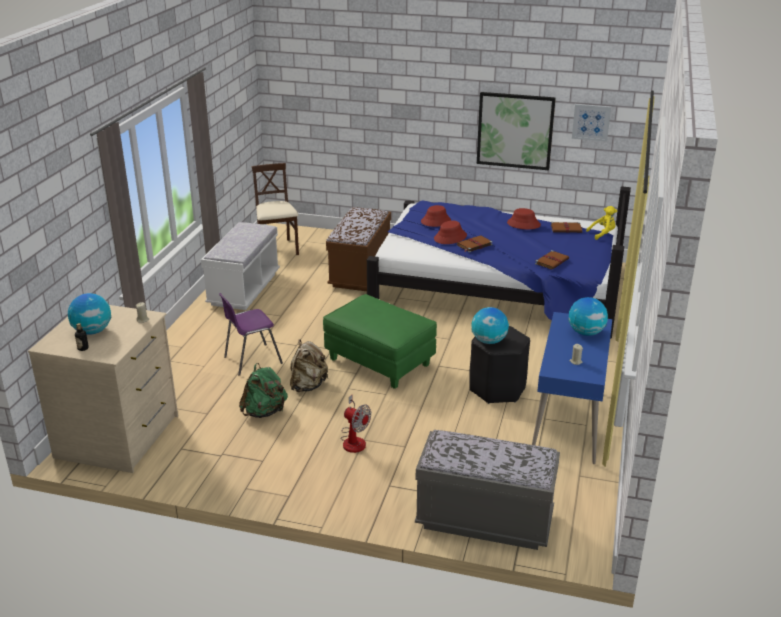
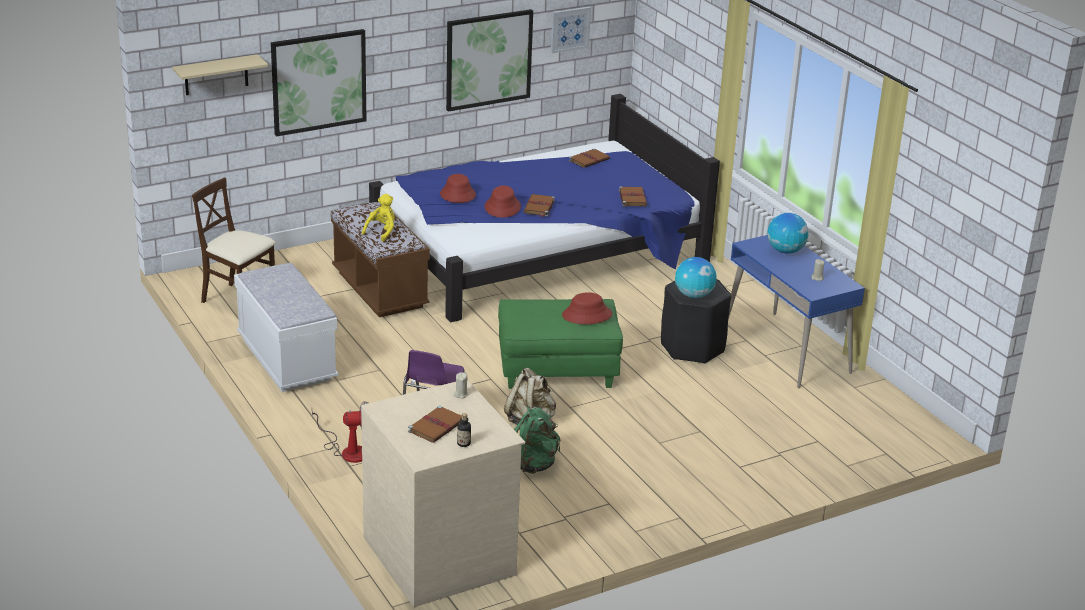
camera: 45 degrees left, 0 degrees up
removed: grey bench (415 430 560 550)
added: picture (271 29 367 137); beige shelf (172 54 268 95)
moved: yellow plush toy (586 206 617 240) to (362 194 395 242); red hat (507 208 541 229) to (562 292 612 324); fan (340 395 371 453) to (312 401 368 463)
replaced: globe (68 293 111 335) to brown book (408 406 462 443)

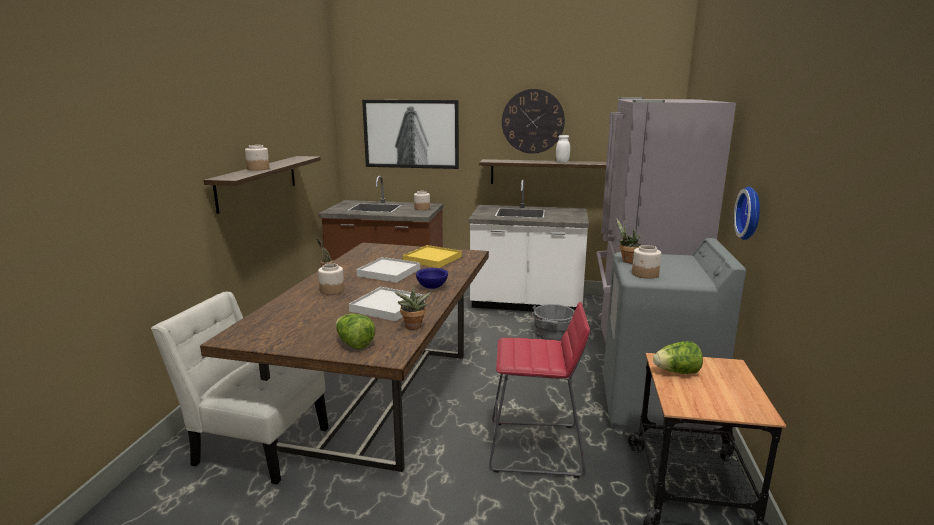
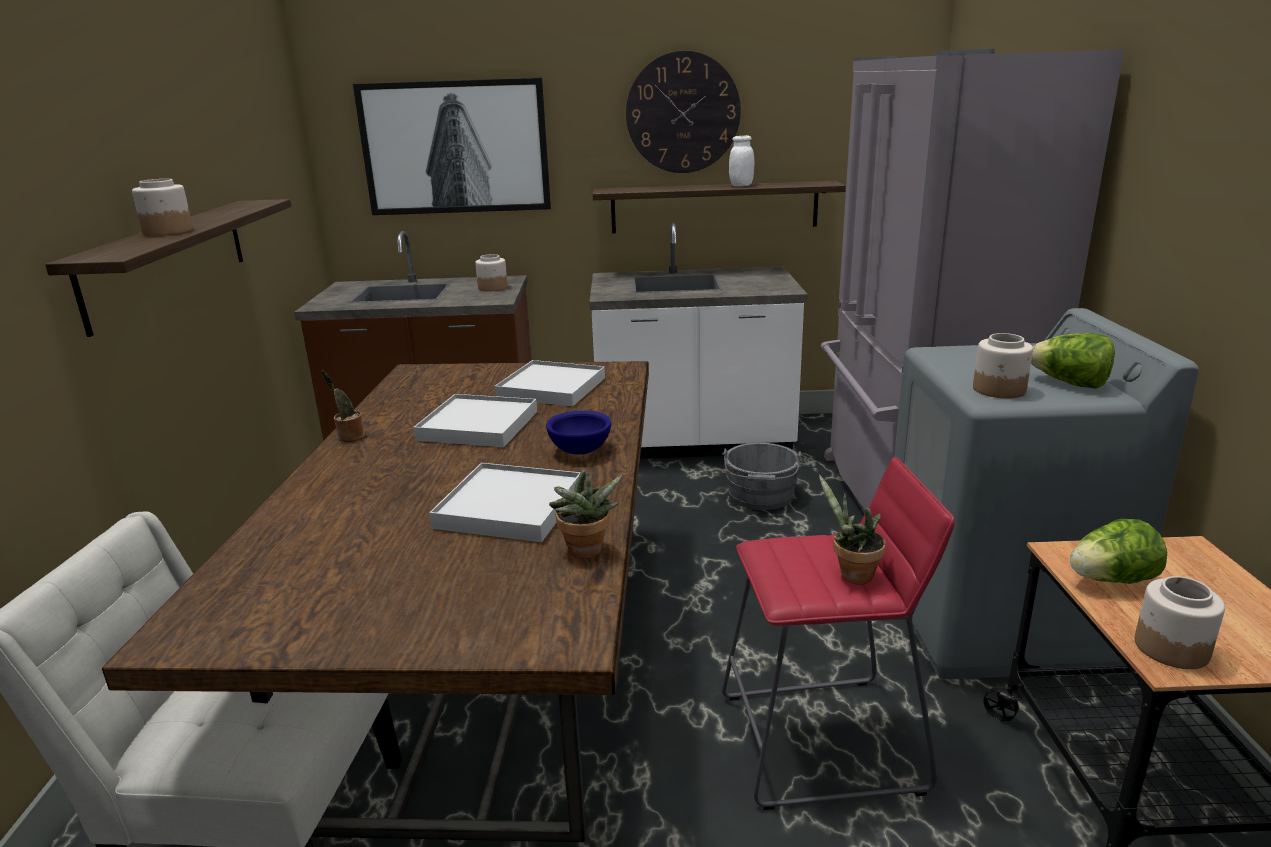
camera: 10 degrees left, 5 degrees up
removed: wall clock (734 186 760 240)
moved: potted plant (616 218 642 263) to (819 474 886 585); jar (318 263 344 295) to (1135 576 1225 669); lettuce (336 313 375 349) to (1031 333 1115 389)
recoloured: yellow tray (403 245 462 268) to white tray (495 360 605 406)

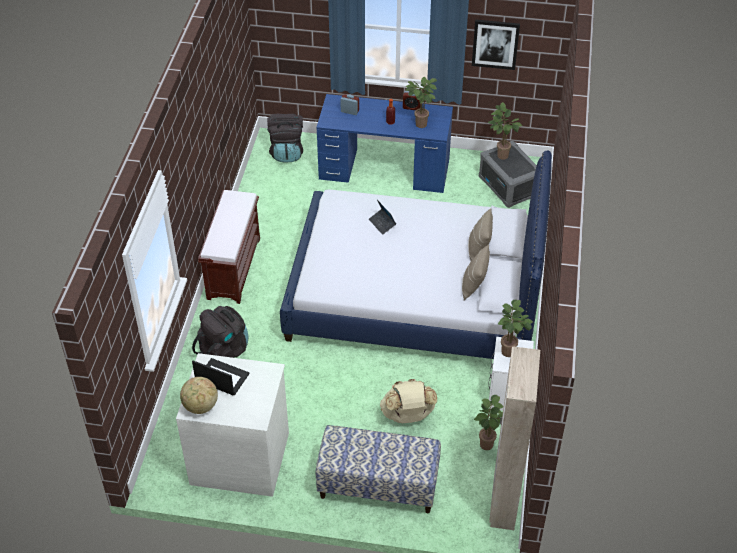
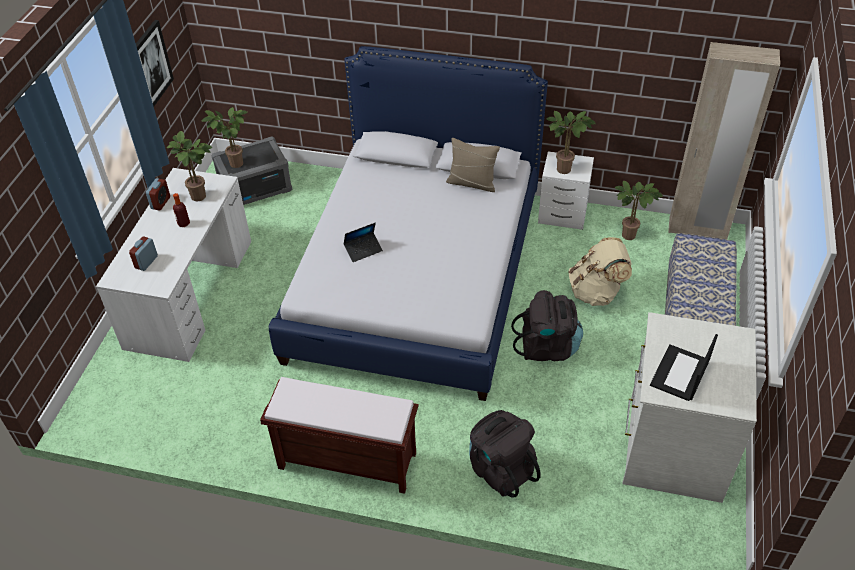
camera: 85 degrees left, 0 degrees up
removed: beige pillow (468 208 493 261); globe (180 377 218 414)
moved: black backpack (267 114 303 162) to (511 290 583 361)
recoloured: blue desk (316 94 453 193) to white desk (96 168 251 362)

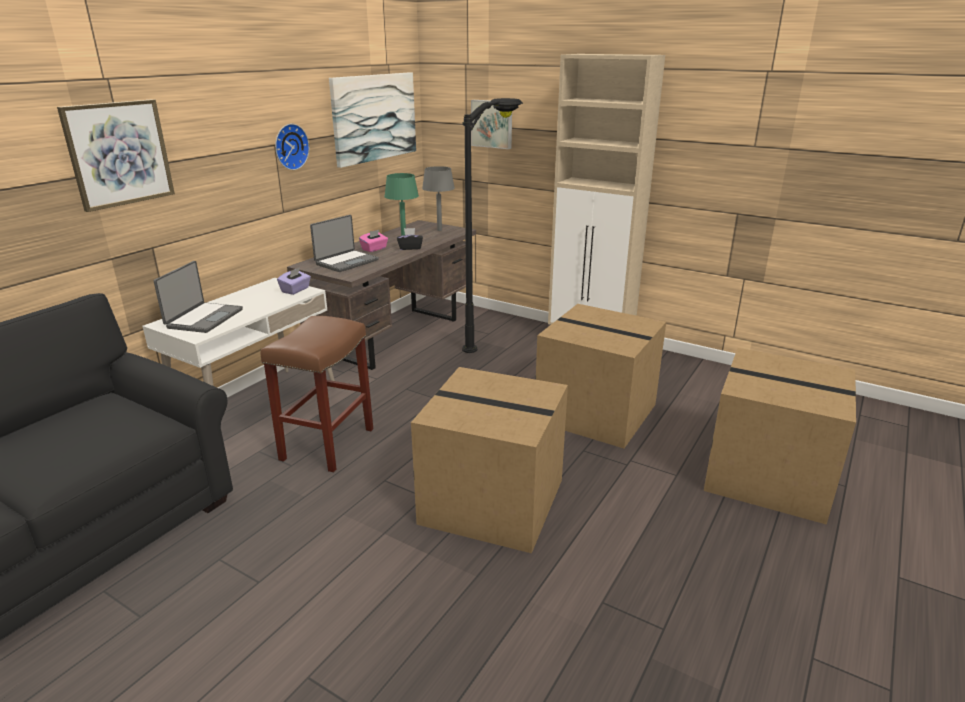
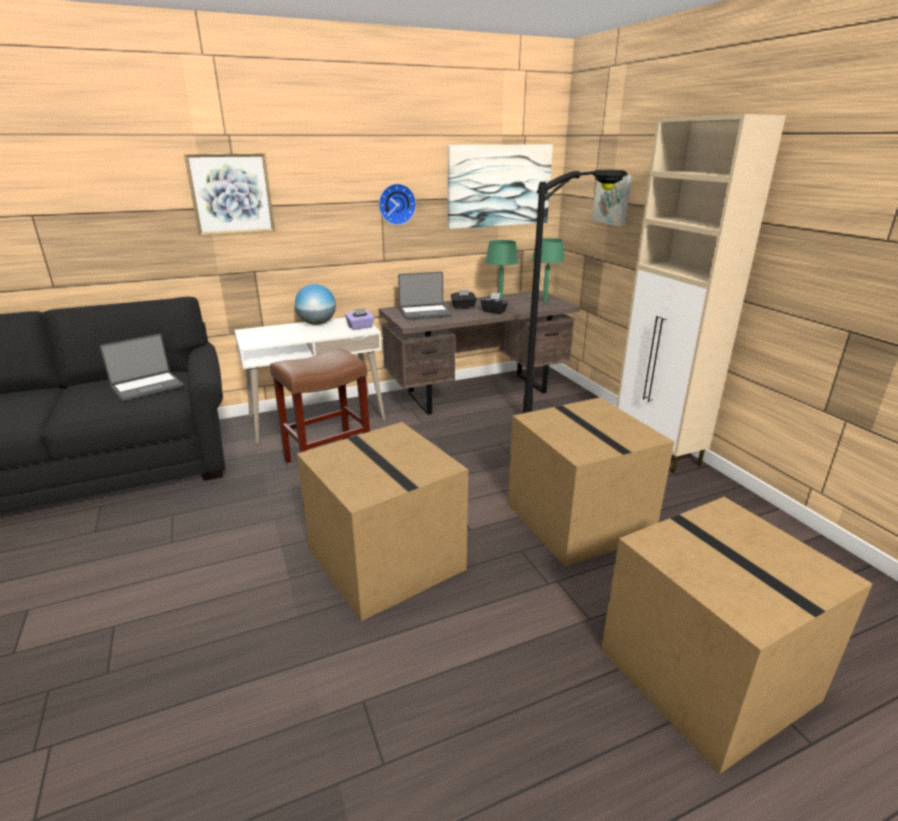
camera: 35 degrees right, 0 degrees up
added: globe (295 284 336 325)
moved: laptop (154 261 243 333) to (100 334 183 402)
recoloured: grey table lamp (422 166 455 231) to green table lamp (532 238 565 302); pink tissue box (359 230 388 252) to black tissue box (451 290 477 309)

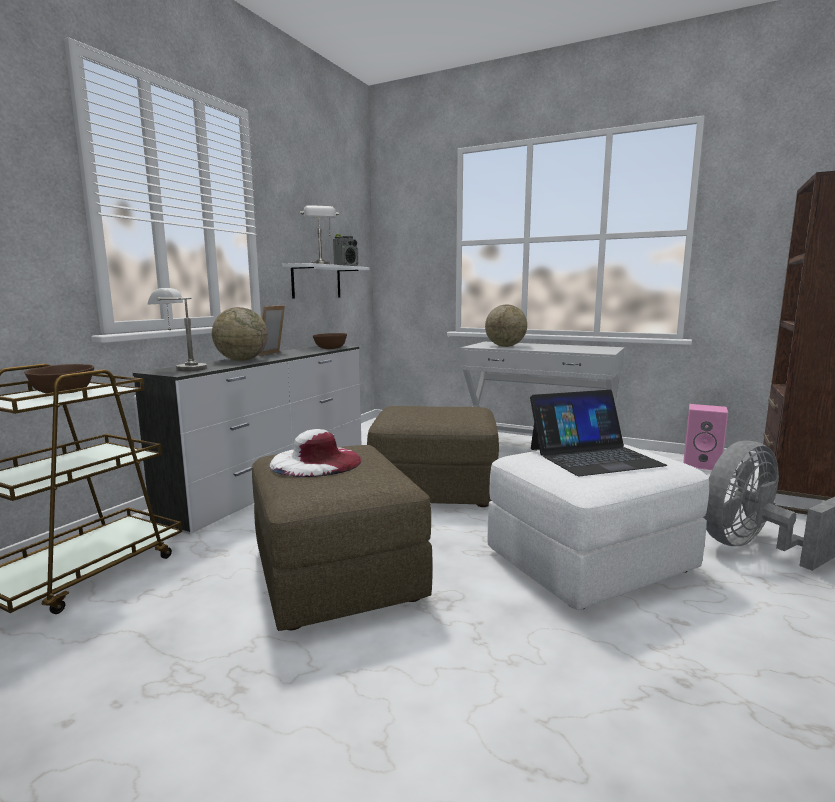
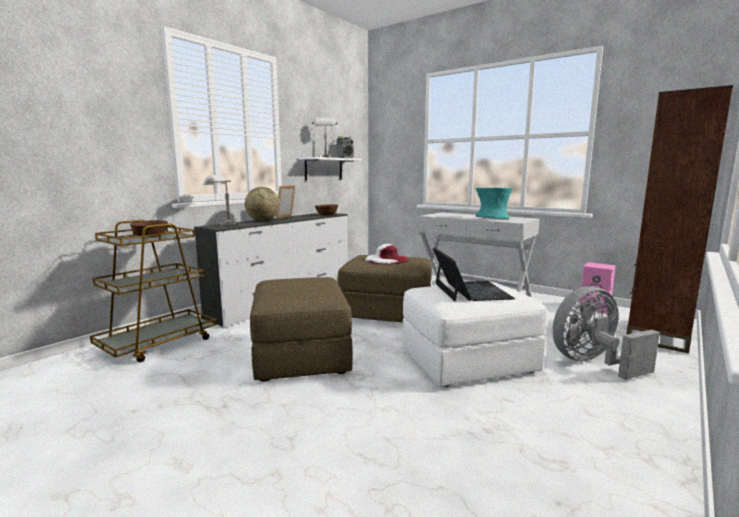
camera: 10 degrees right, 0 degrees up
removed: globe (485 305 527 347)
added: turquoise vase (475 188 512 219)
moved: white hat (270 429 362 477) to (365 244 409 264)
turned: laptop (530 390 667 476) = (433 248 515 301) 90 degrees counterclockwise

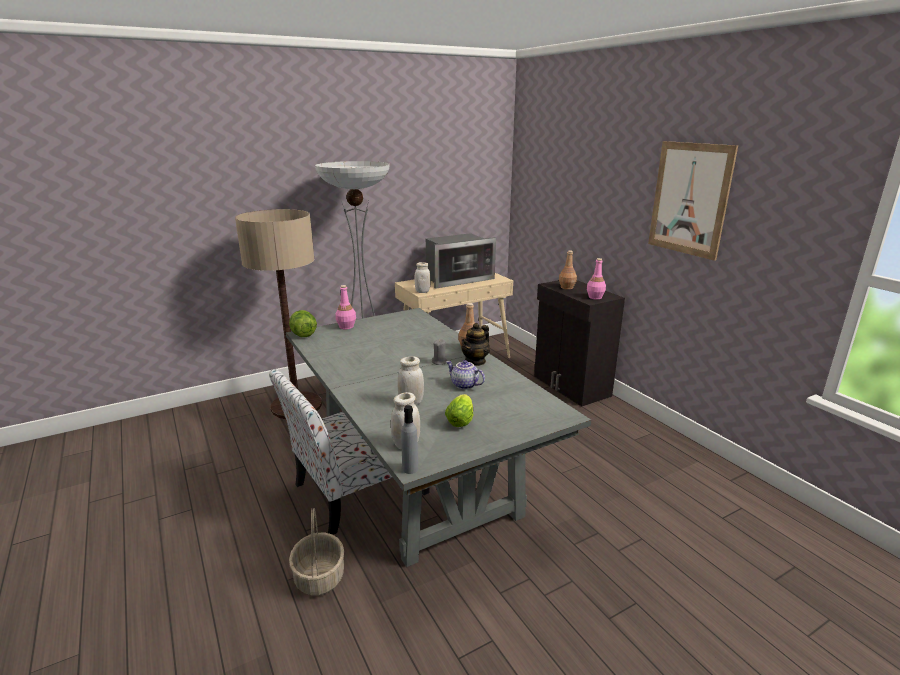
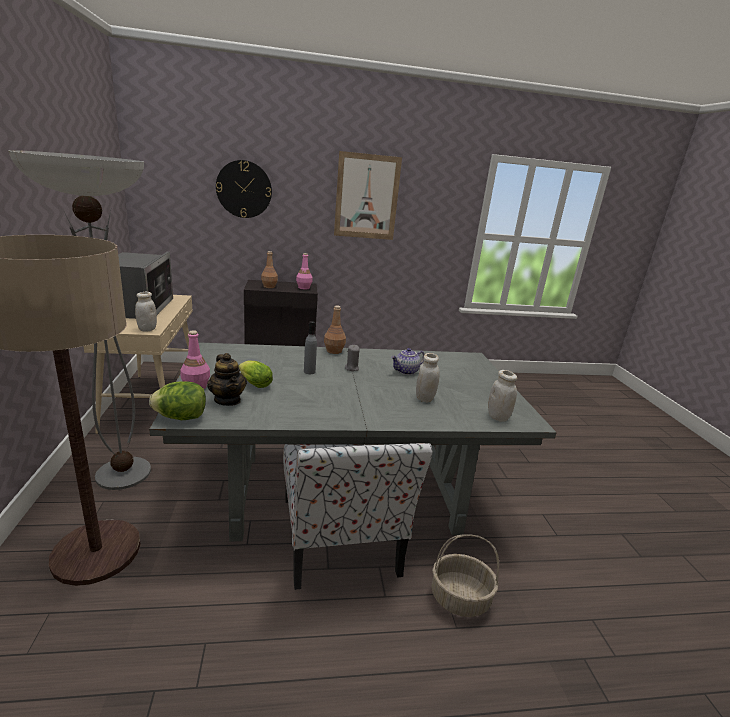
camera: 70 degrees left, 0 degrees up
added: wall clock (216 160 272 218)
moved: teapot (461 323 490 366) to (207 353 247 406); lettuce (445 394 473 427) to (238 361 273 388); grey bottle (401 405 418 474) to (304 321 317 374)

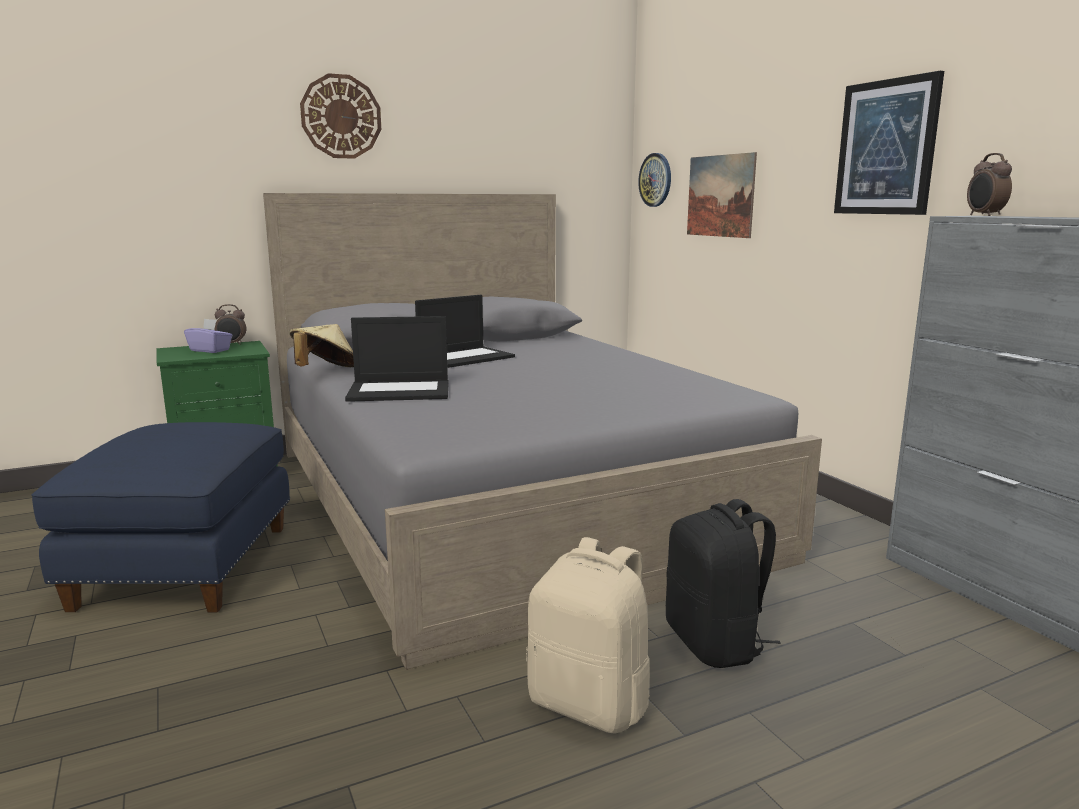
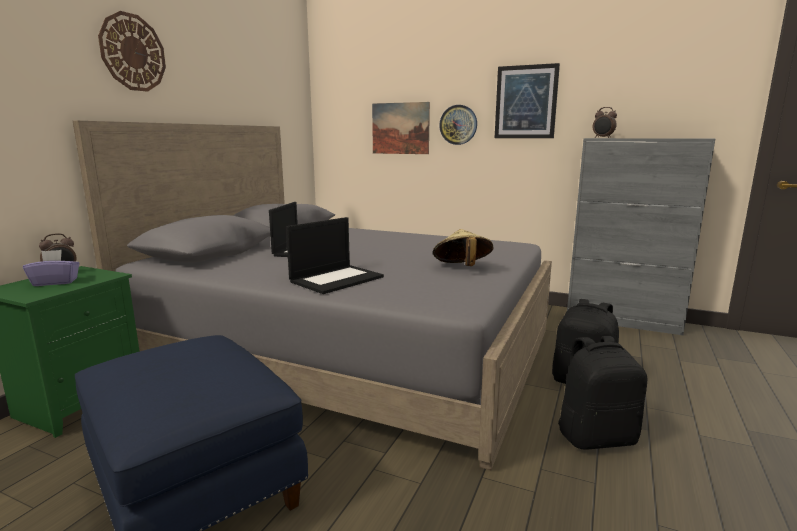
camera: 40 degrees left, 0 degrees up
moved: wall clock (638 153 671 207) to (439 105 477 145); beige hat (289 324 354 367) to (433 229 494 266)
recoloured: beige backpack (526 537 650 734) to black backpack (558 336 647 450)

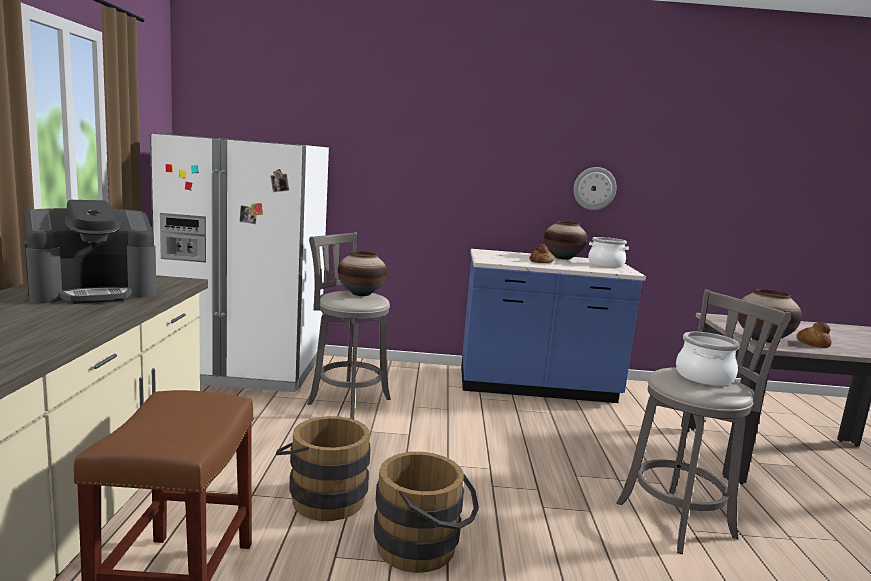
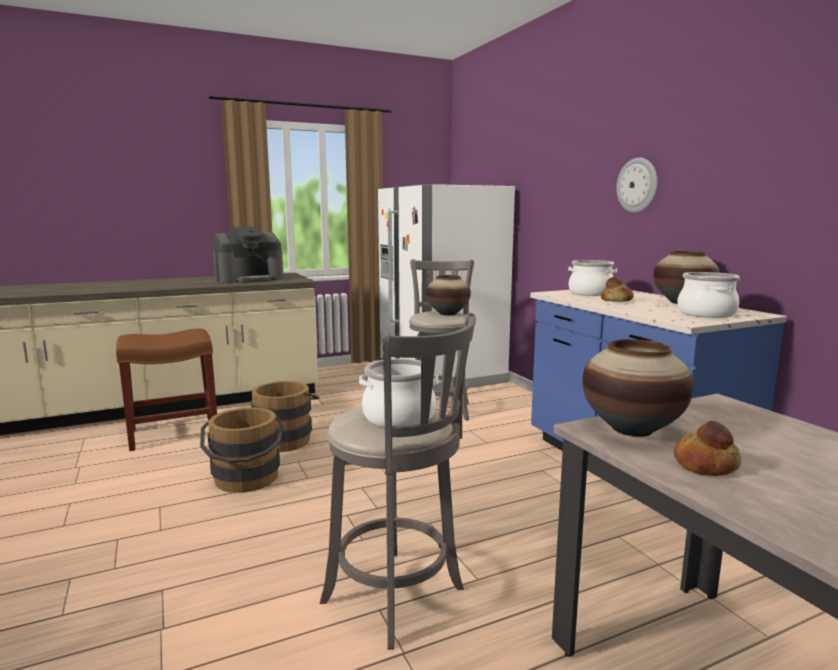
camera: 65 degrees right, 0 degrees up
added: cooking pot (568 260 617 296)
moved: wall clock (573 167 617 210) to (616 157 657 213)
turned: coffee machine (24 200 157 304) = (213 227 283 283) 60 degrees counterclockwise

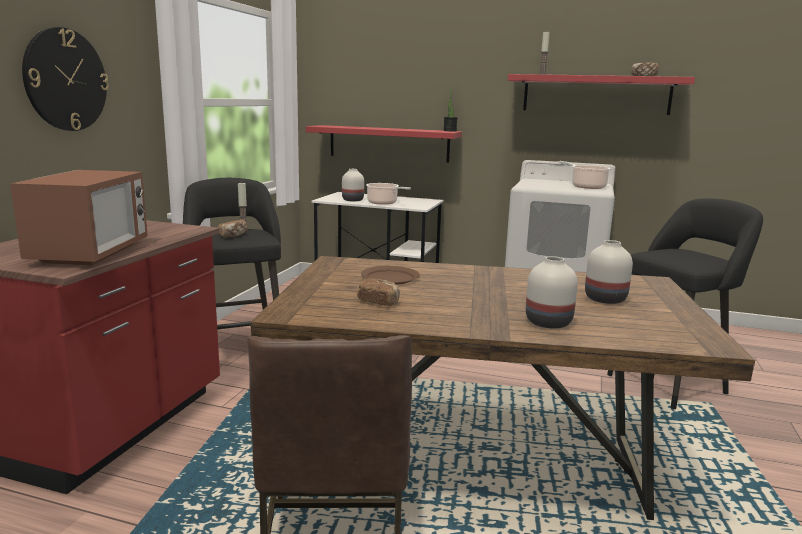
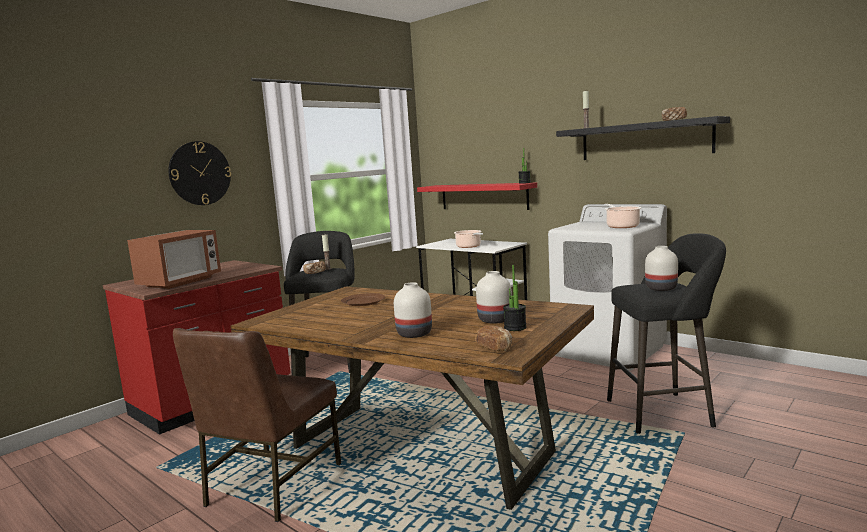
camera: 25 degrees right, 5 degrees down
added: potted plant (503 265 527 331)
moved: white vase (342 169 364 201) to (645 246 678 291); bread (357 278 400 306) to (475 325 512 352)
recoloured: red shelf (508 74 695 115) to black shelf (556 116 730 160)

